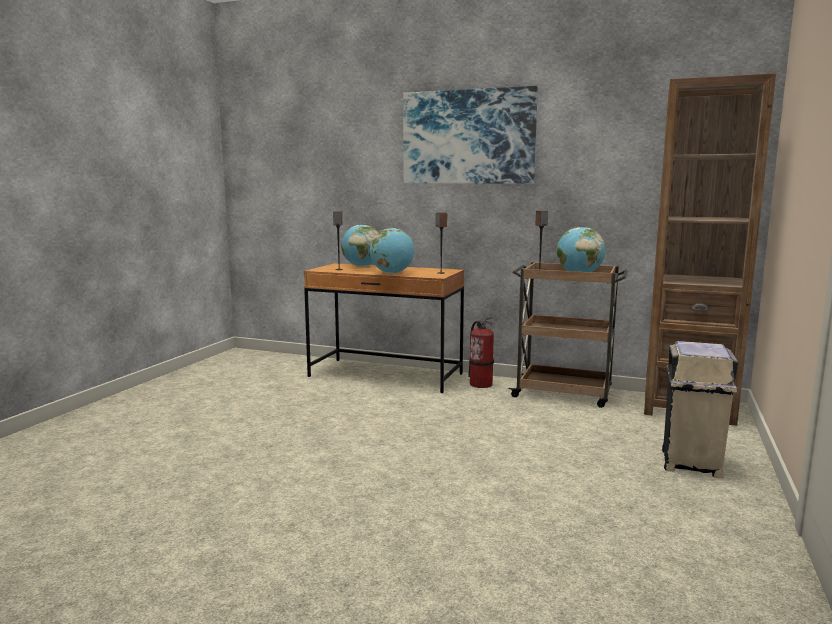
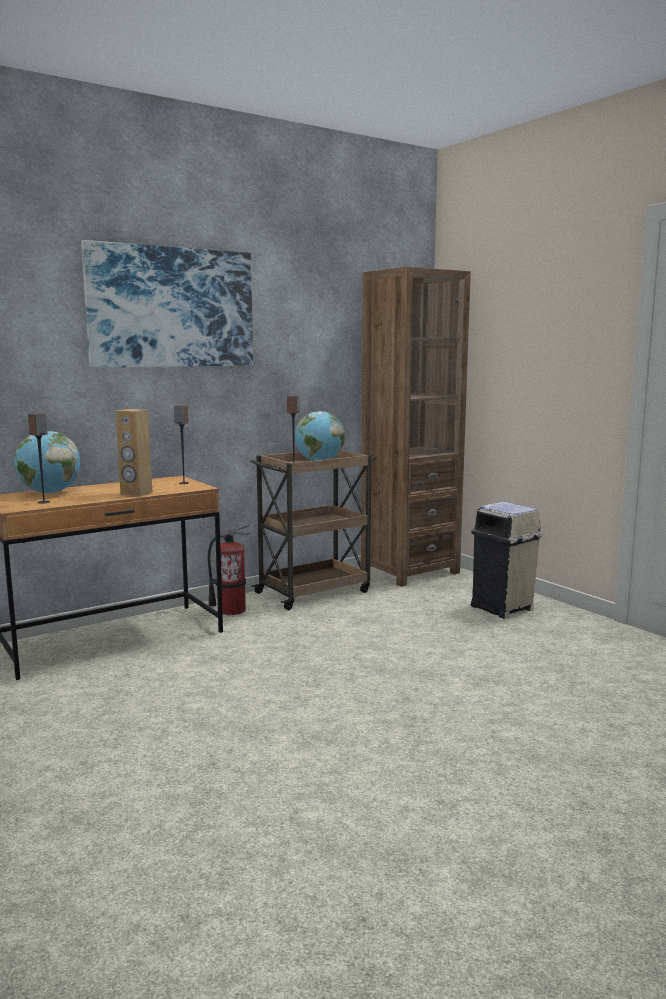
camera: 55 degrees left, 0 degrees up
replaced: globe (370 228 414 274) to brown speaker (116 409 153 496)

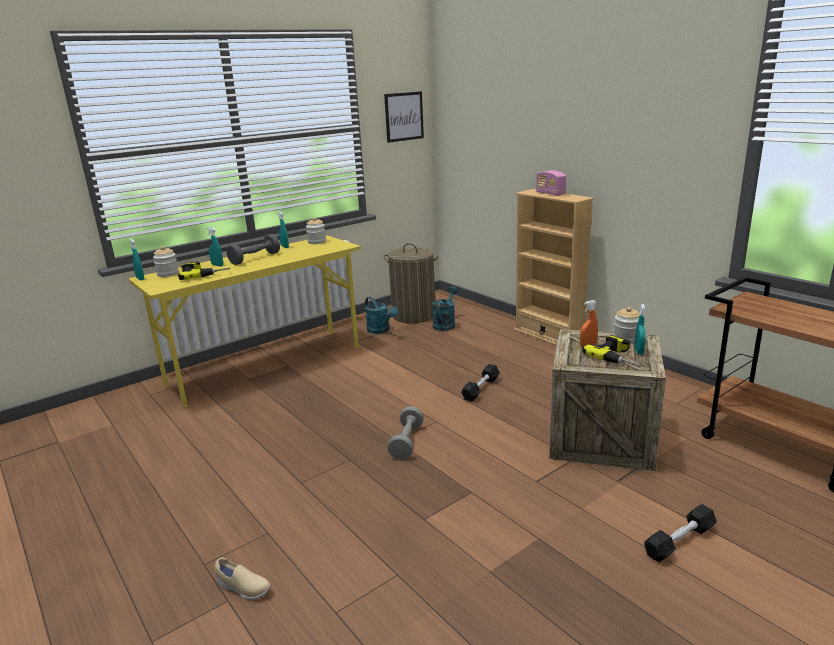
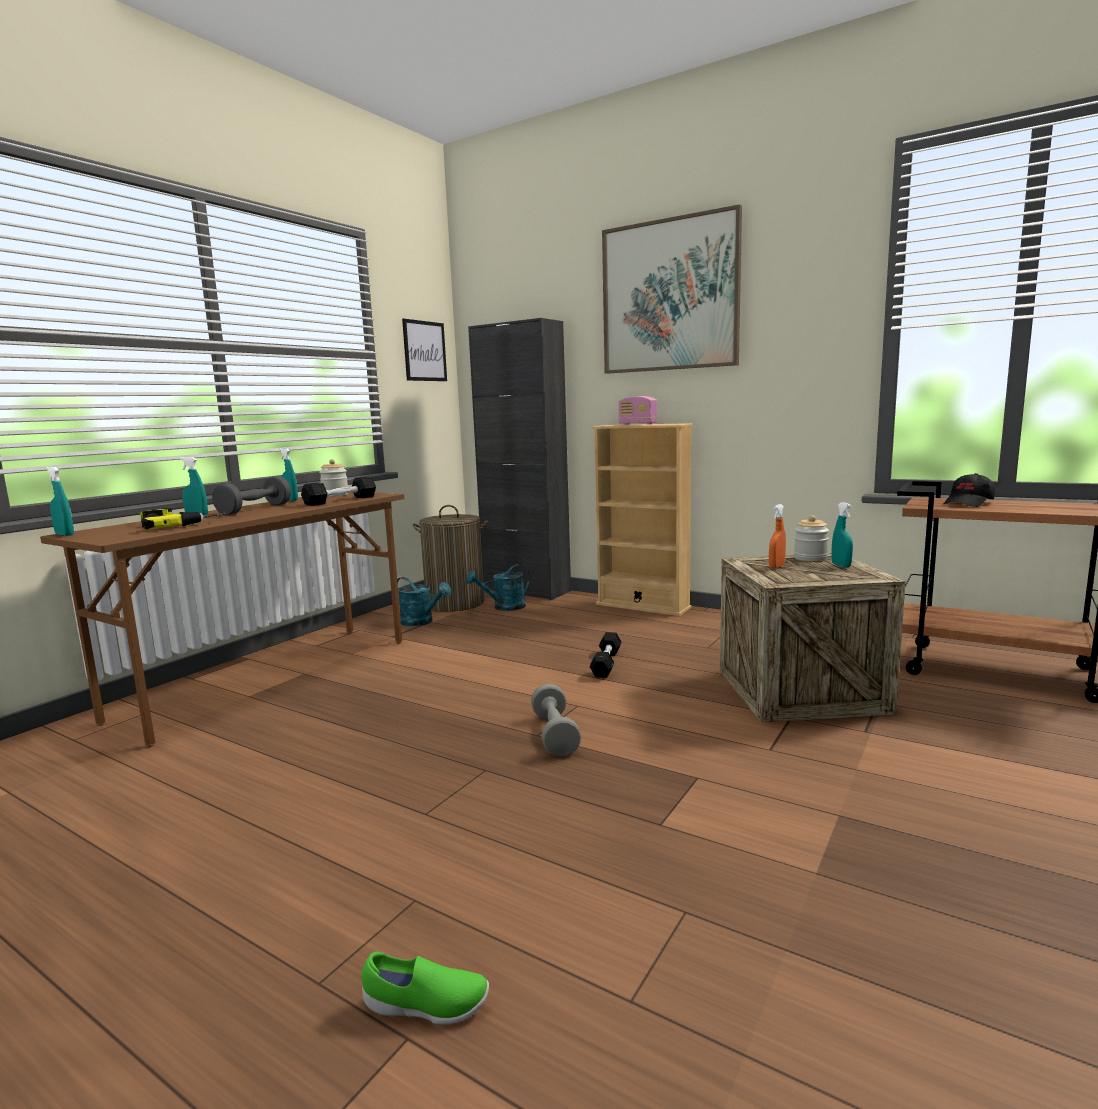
camera: 20 degrees left, 10 degrees down
removed: jar (153 246 179 277); power drill (582 335 641 367)
added: picture (602 204 742 374); black cabinet (468 318 571 600); black cap (943 473 995 507)
moved: black dumbbell (644 504 717 562) to (301 477 376 506)
recoloured: yellow desk (129 236 360 407) to brown desk (40 492 405 747); beige shoe (214 557 271 600) to green shoe (361 952 489 1025)
turned: turquoise watering can (432 287 458 331) = (466 564 531 611) 120 degrees counterclockwise

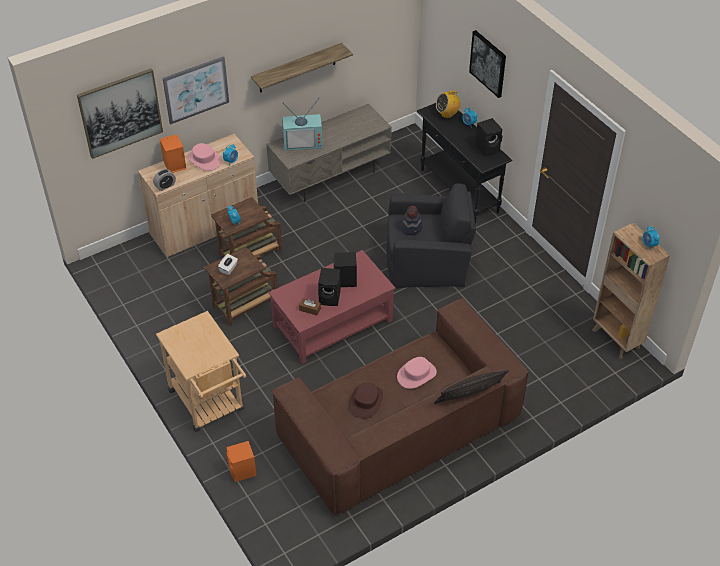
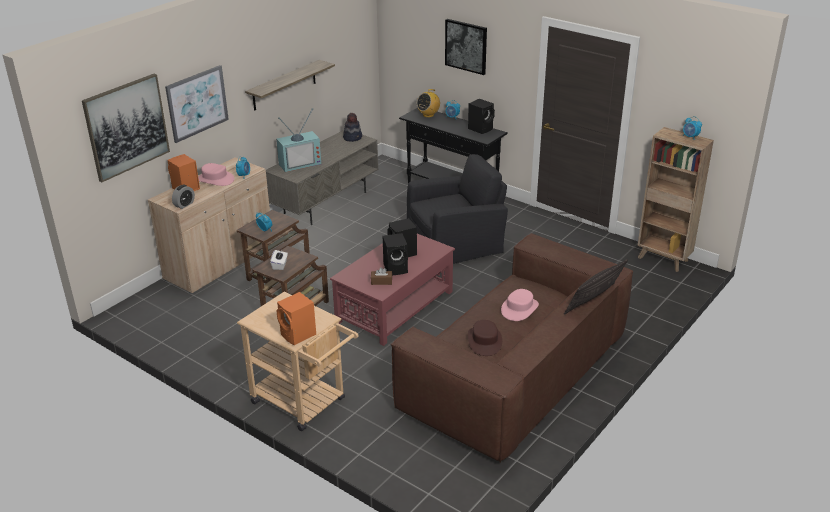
camera: 20 degrees left, 15 degrees down
moved: hat (401 205 422 235) to (343 113 362 142); orange speaker (226 441 256 482) to (276 292 316 345)

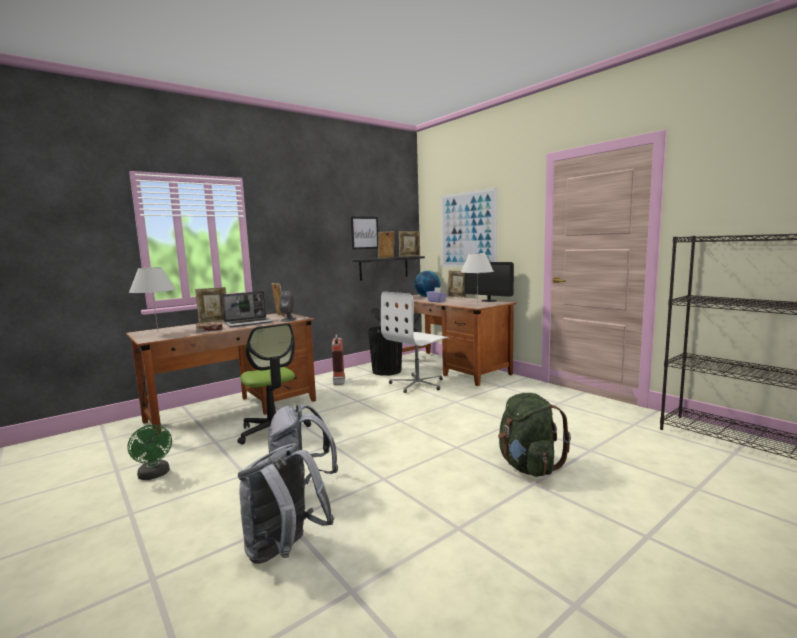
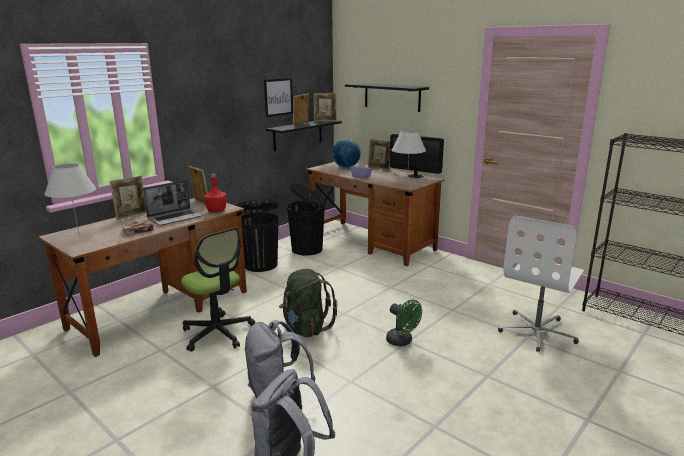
camera: 10 degrees left, 10 degrees up
moved: white office chair (381 291 449 393) to (498 216 584 352); green backpack (498 393 571 477) to (279 269 338 338); green fan (127 425 172 480) to (386 300 422 346)
replaced: picture (441 188 497 267) to black shelf (345 83 429 112); grey speaker (279 291 297 322) to red bottle (204 174 227 212); fire extinguisher (332 334 345 385) to black trash can (236 199 279 272)

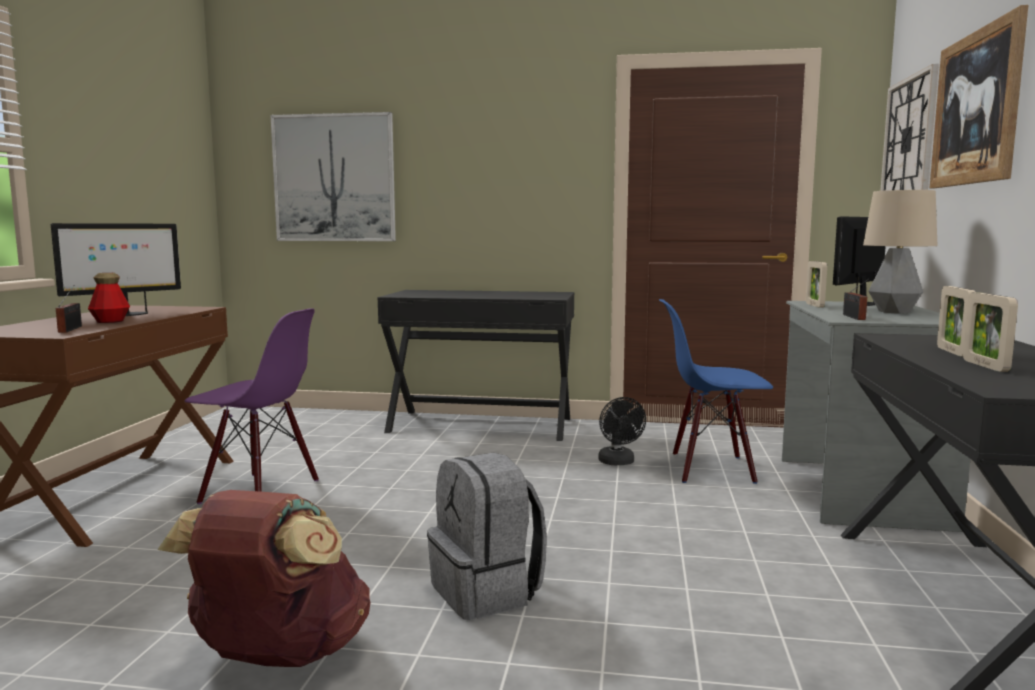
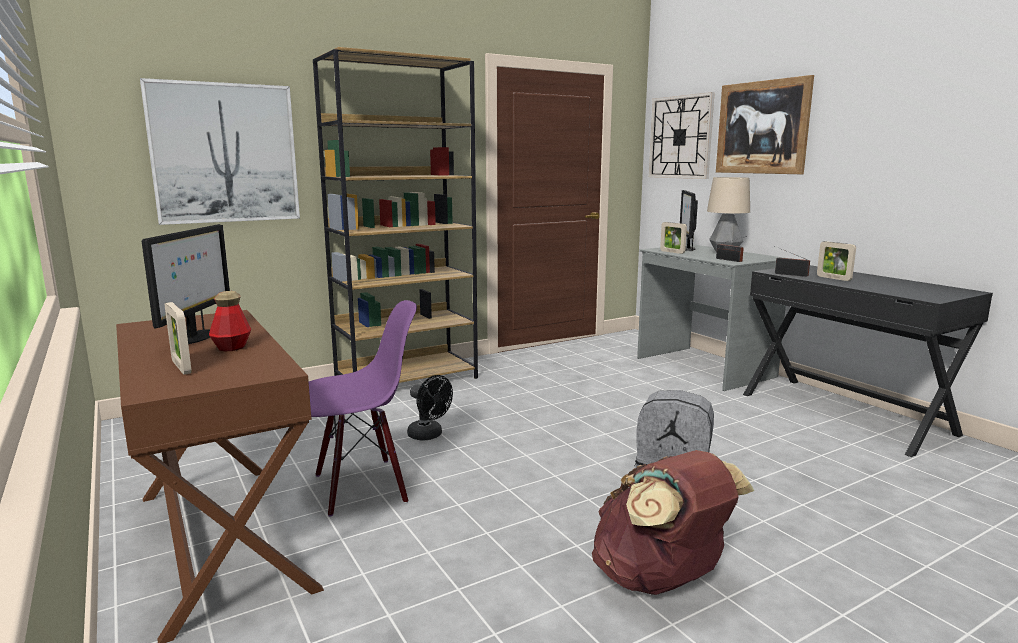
camera: 40 degrees left, 5 degrees up
removed: blue chair (659 299 773 484)
moved: radio (56 285 82 333) to (774 246 810 277); picture frame (963 292 1018 372) to (165 302 192 375); black fan (598 397 646 465) to (407 375 453 440)
replaced: black desk (377 290 574 441) to brown bookcase (313 47 478 383)

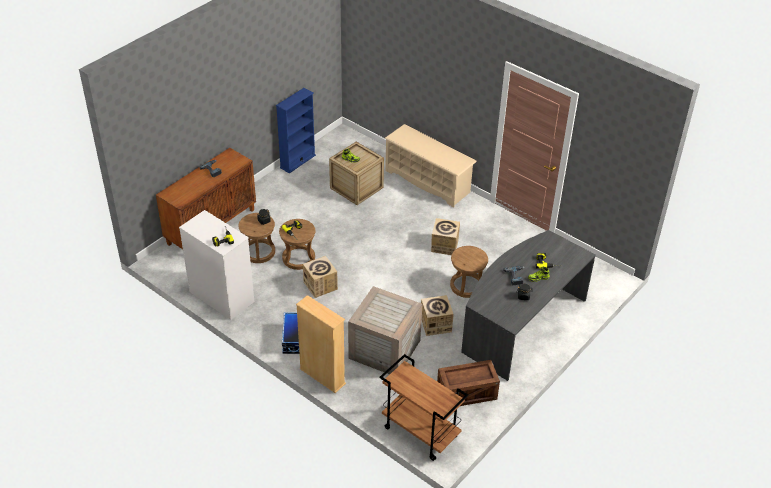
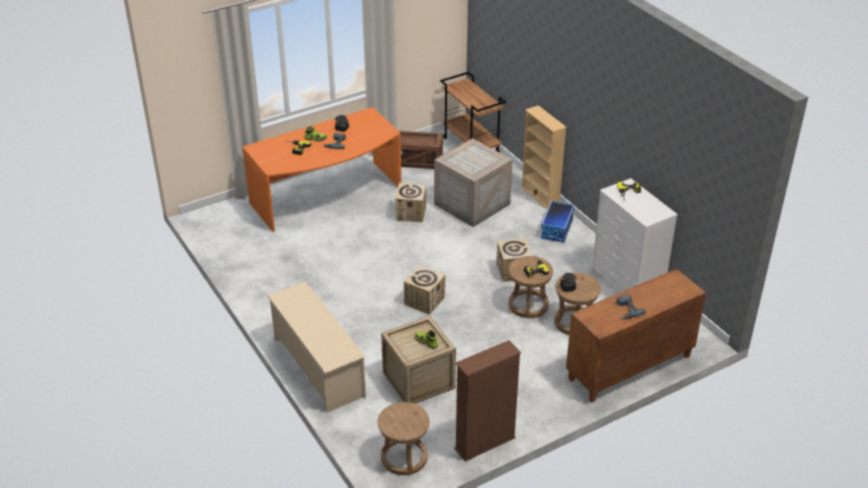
camera: 160 degrees left, 5 degrees down
moved: cardboard box (431 218 460 255) to (404 265 446 315); brown stool (450 246 488 298) to (378 402 430 475)
recoloured: blue bookcase (276 88 316 173) to brown bookcase (454 340 521 461); grey desk (461 230 596 381) to orange desk (242 107 401 232)

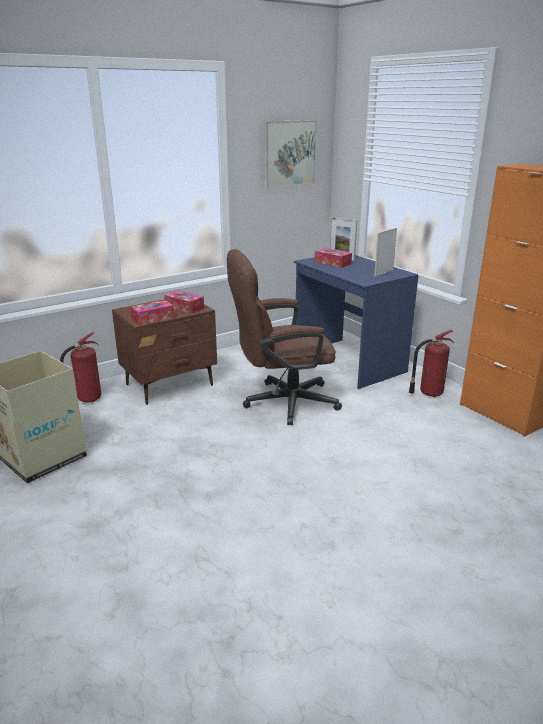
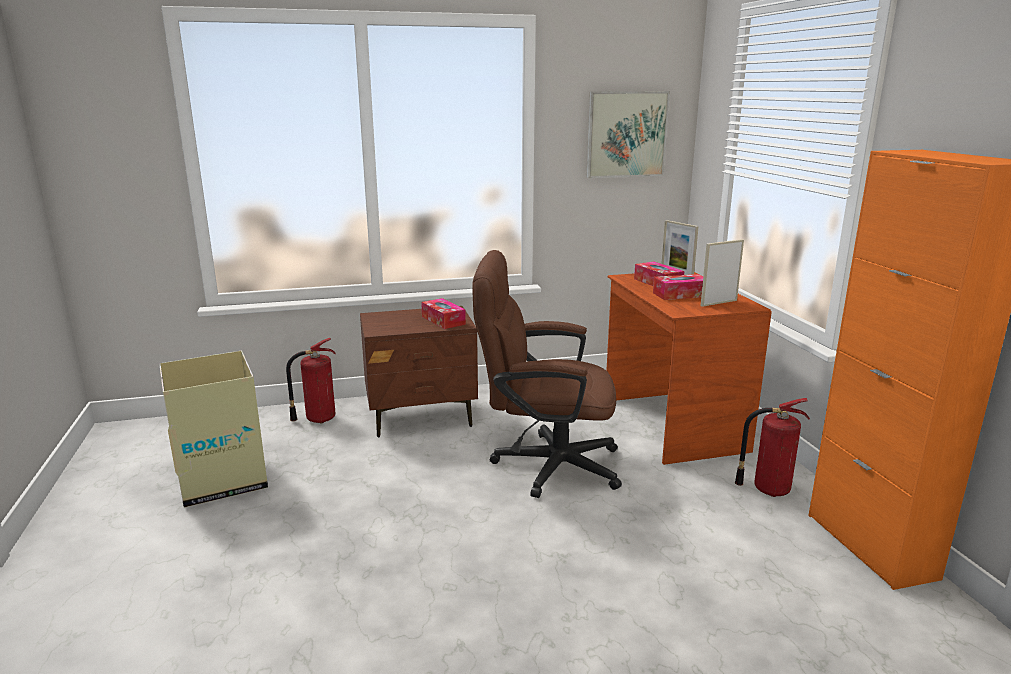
camera: 20 degrees right, 5 degrees down
moved: tissue box (130 300 174 325) to (653 274 703 300)
recoloured: blue desk (294 255 418 389) to brown desk (606 272 772 465)

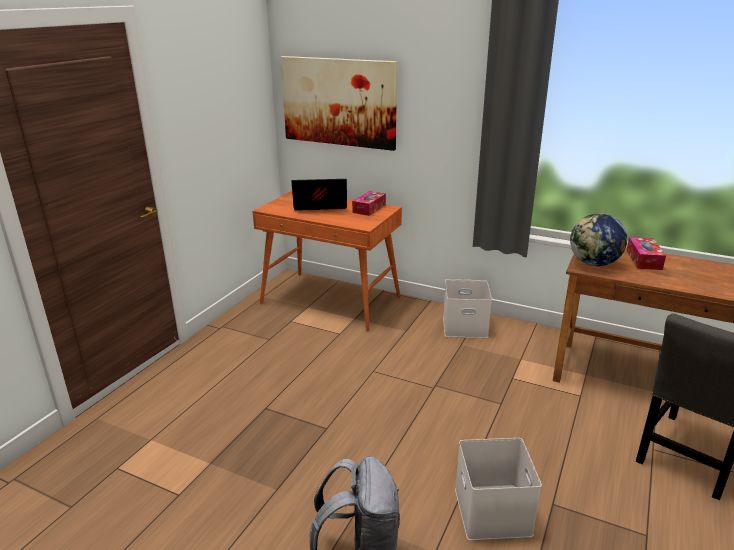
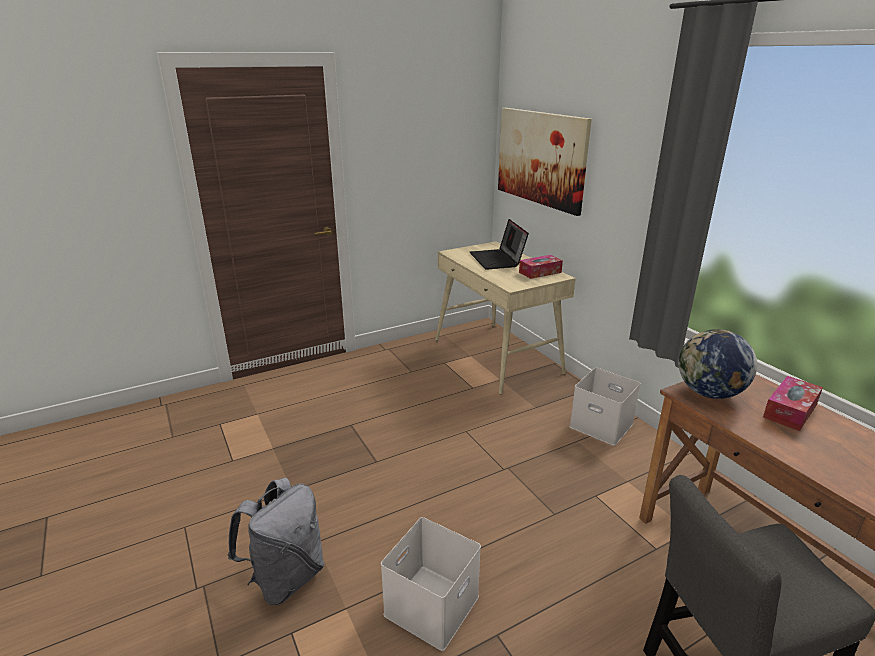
camera: 35 degrees right, 0 degrees up
recoloured: orange desk (252 191 402 331) to beige desk (435 241 576 394)
turned: laptop (291 179 347 210) = (470 219 529 270) 135 degrees counterclockwise

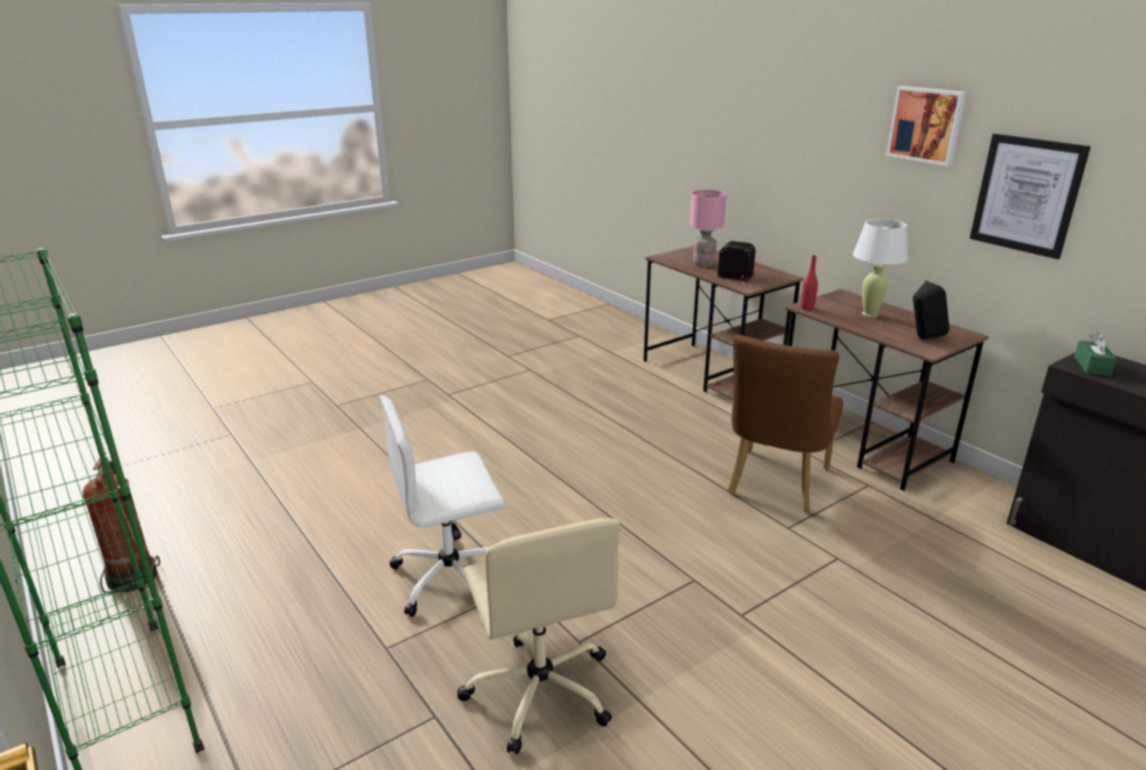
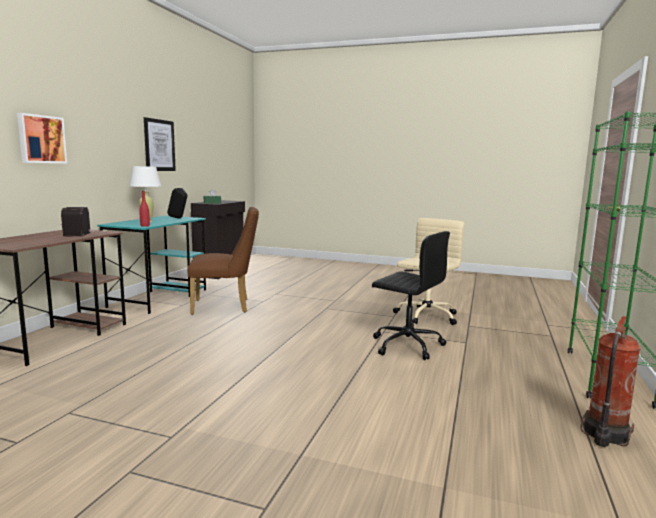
camera: 125 degrees left, 15 degrees down
removed: pink table lamp (690 190 727 267)
moved: picture (886 86 967 166) to (17 113 67 163)
recoloured: brown desk (783 289 989 491) to turquoise desk (97 216 206 314); white office chair (380 395 505 617) to black office chair (372 231 450 360)

